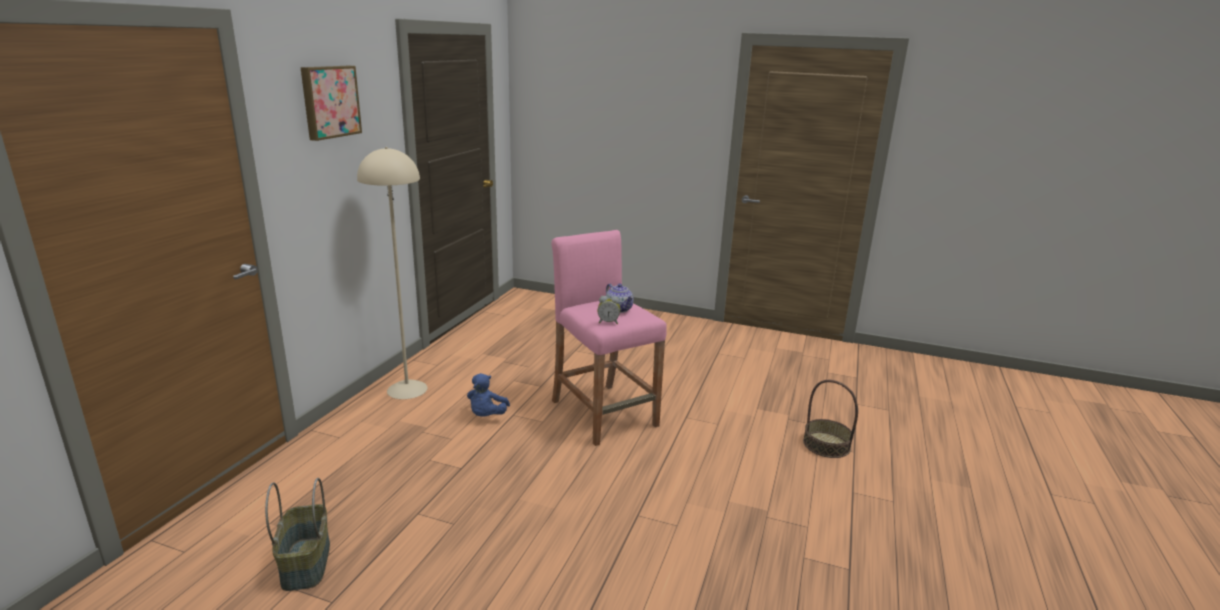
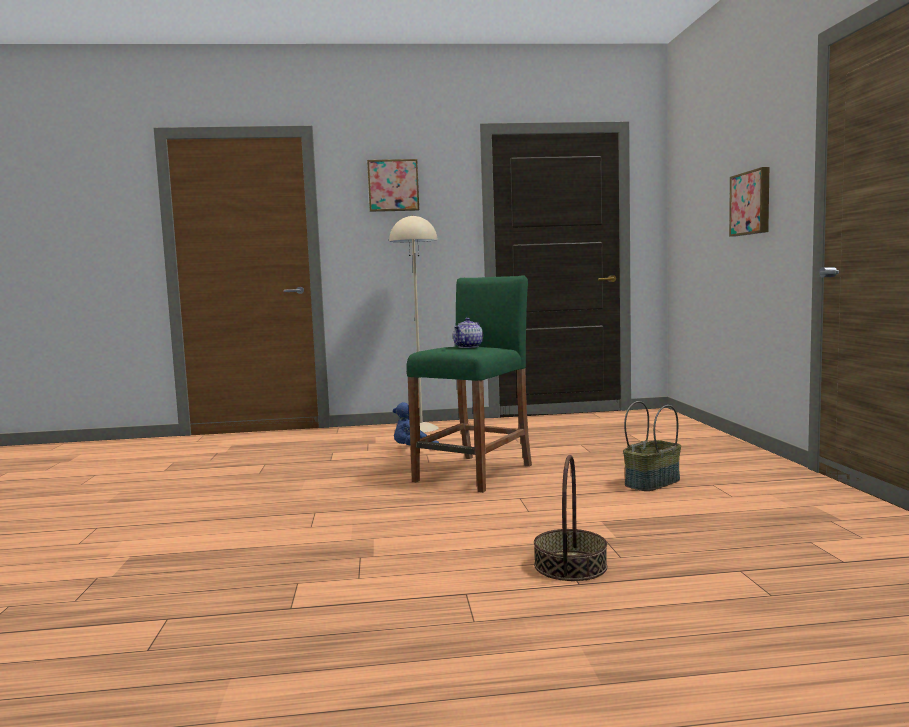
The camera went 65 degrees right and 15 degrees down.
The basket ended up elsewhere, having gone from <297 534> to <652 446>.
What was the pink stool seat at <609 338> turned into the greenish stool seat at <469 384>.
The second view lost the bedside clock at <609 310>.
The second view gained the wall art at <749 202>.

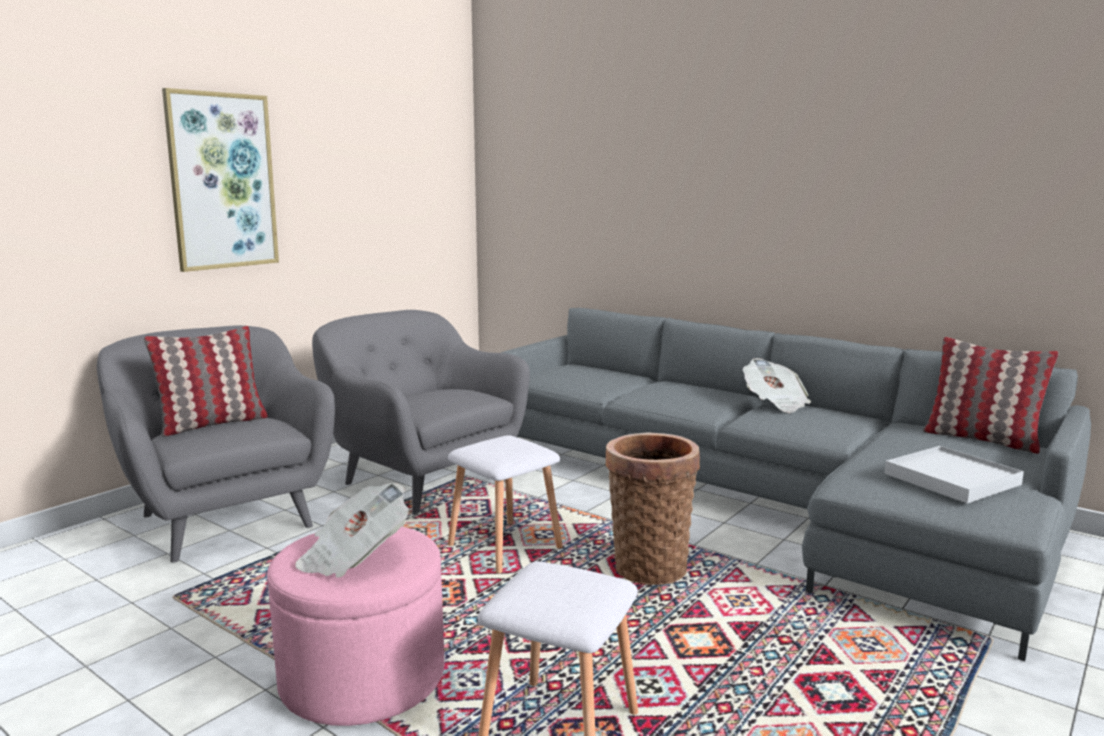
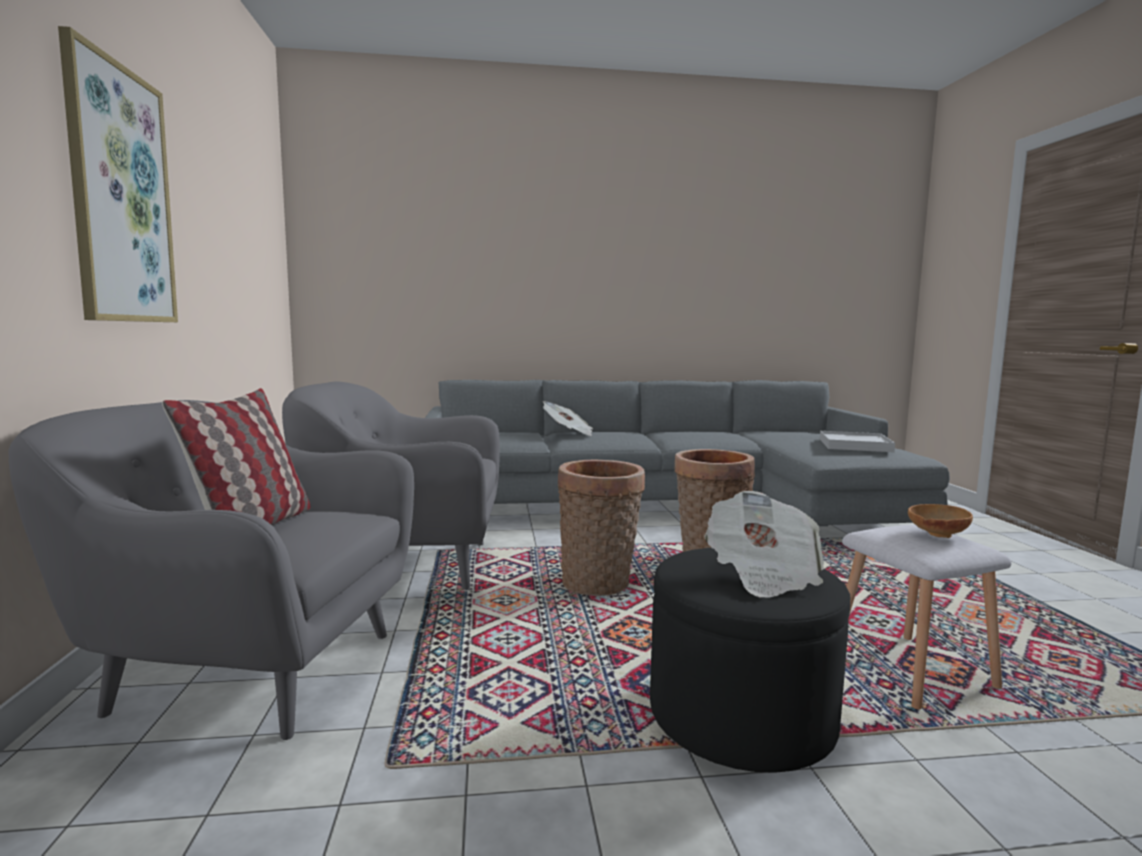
The camera went 45 degrees left and 5 degrees down.
What was the pink ottoman at <355 626> turned into the black-coloured ottoman at <750 660>.
Where the white-coloured stool seat stood at <505 504>, the basket came to stand at <601 528>.
The newspaper ended up elsewhere, having gone from <776 385> to <568 418>.
The second view lost the cushion at <990 395>.
The second view gained the brownish deep dish at <940 521>.

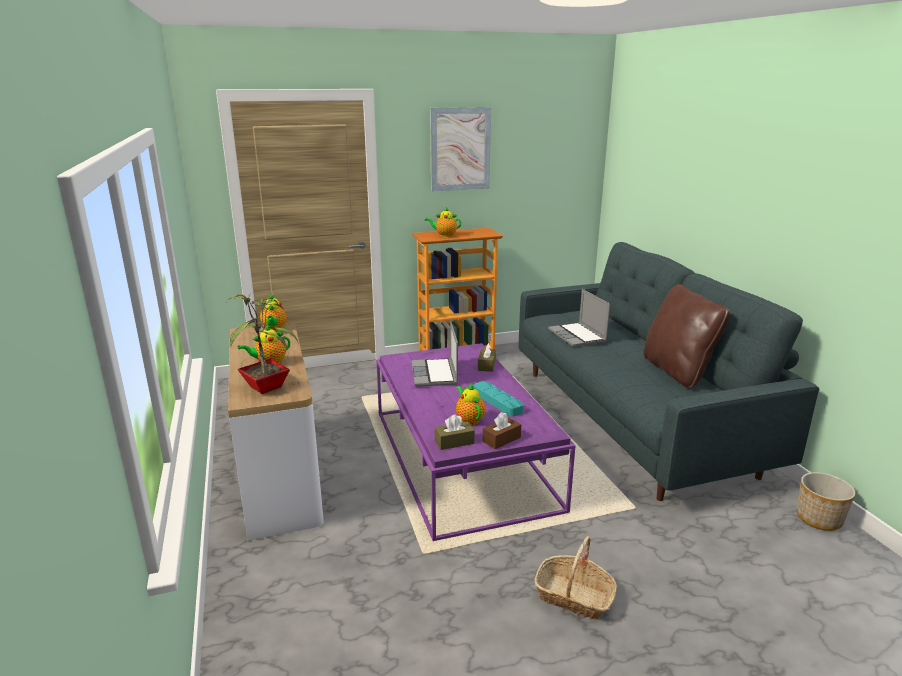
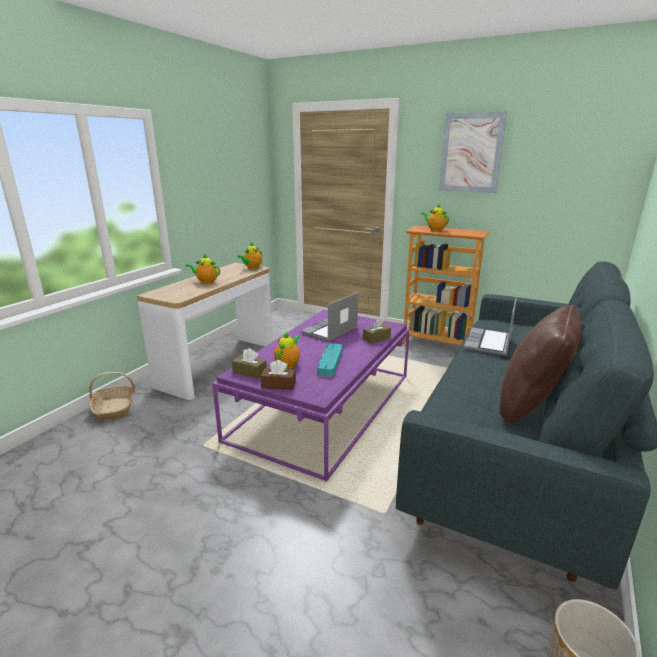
The camera went 45 degrees right and 0 degrees up.
The second view lost the plant in a pot at <262 343>.
The basket ended up elsewhere, having gone from <575 578> to <112 396>.

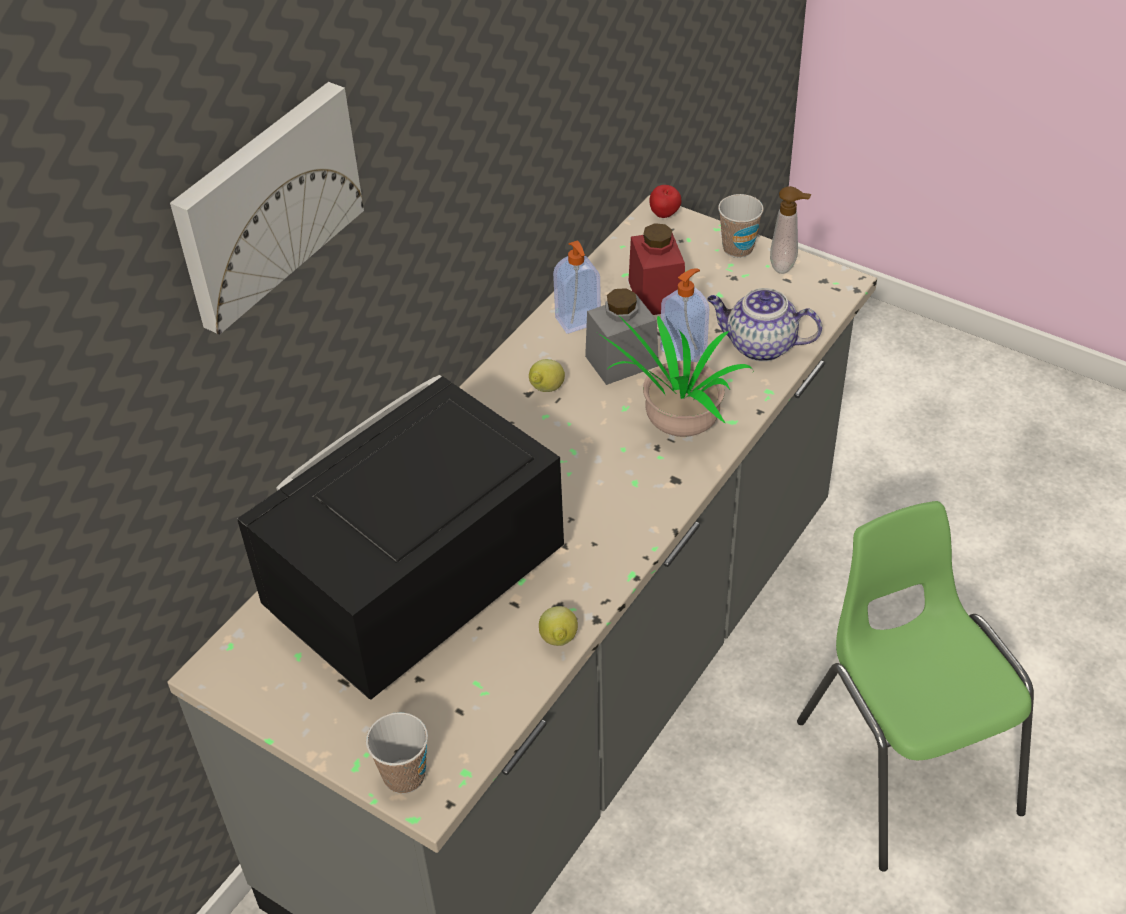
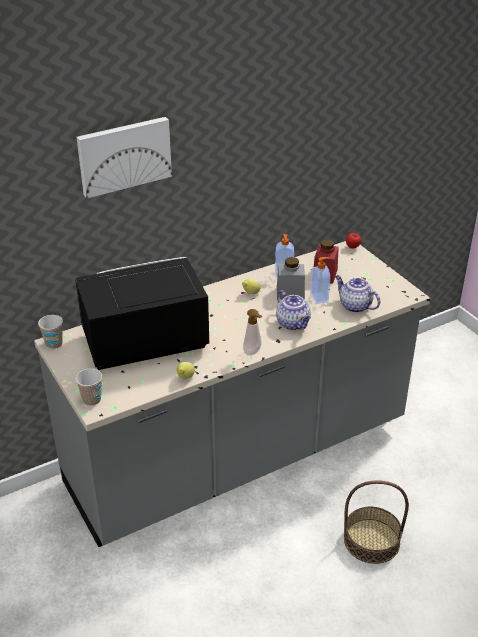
The camera went 25 degrees right and 10 degrees down.
Where the plant in a pot stood at <676 376>, the pot for tea came to stand at <293 310>.
The small cup ended up elsewhere, having gone from <741 226> to <50 332>.
The soap bottle ended up elsewhere, having gone from <790 230> to <252 332>.
Where the greenish chair stood at <915 686>, the basket came to stand at <376 522>.

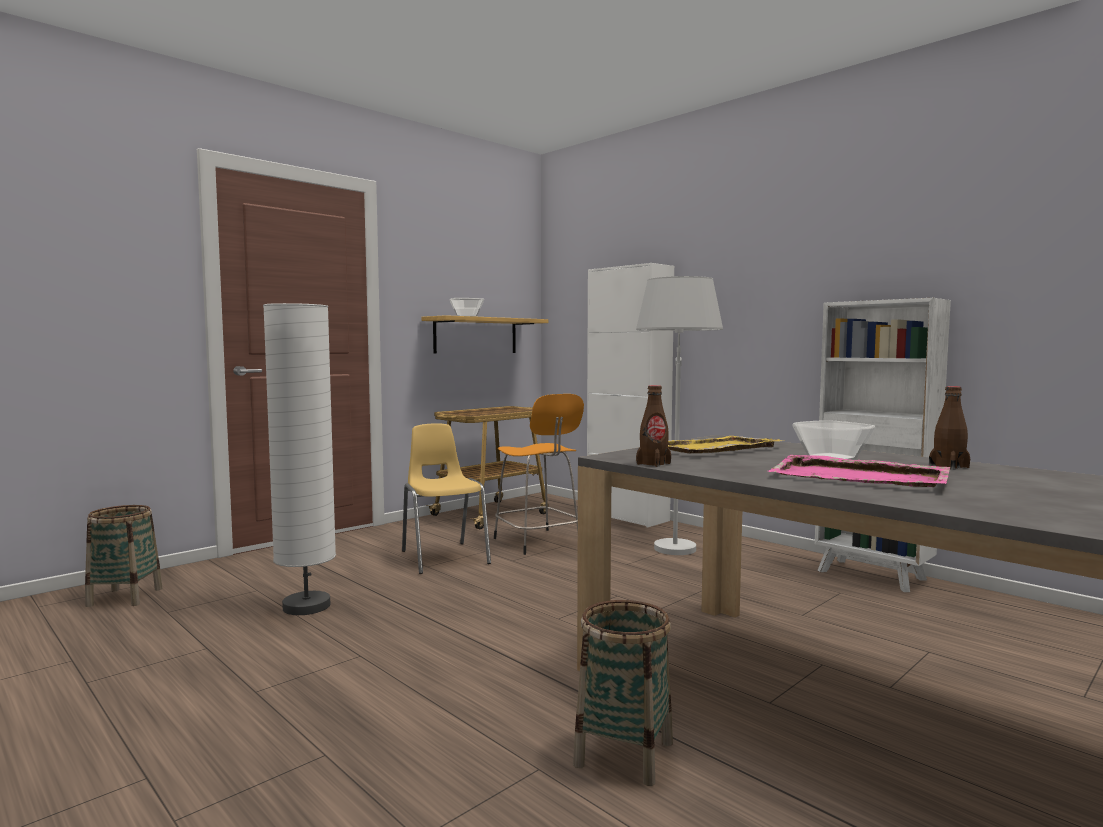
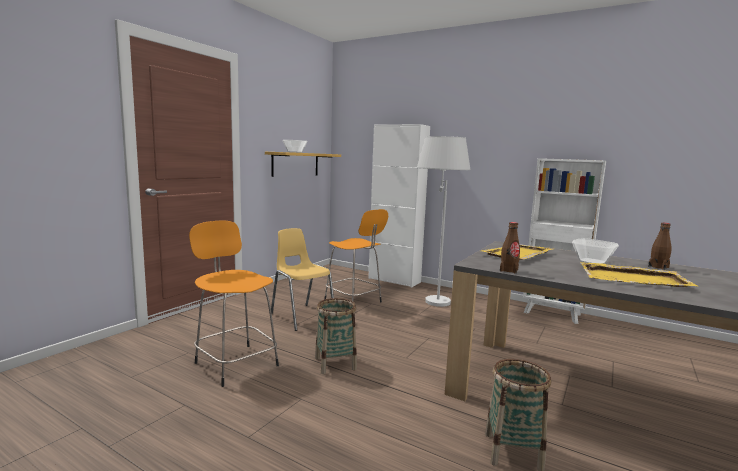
The camera went 15 degrees left and 5 degrees up.
The basket ended up elsewhere, having gone from <123 556> to <336 336>.
Where the white-coloured floor lamp stood at <299 459>, the orange stool seat came to stand at <234 304>.
The second view lost the wheeled cart at <487 467>.
What was the pink serving tray at <859 471> turned into the yellow serving tray at <639 274>.

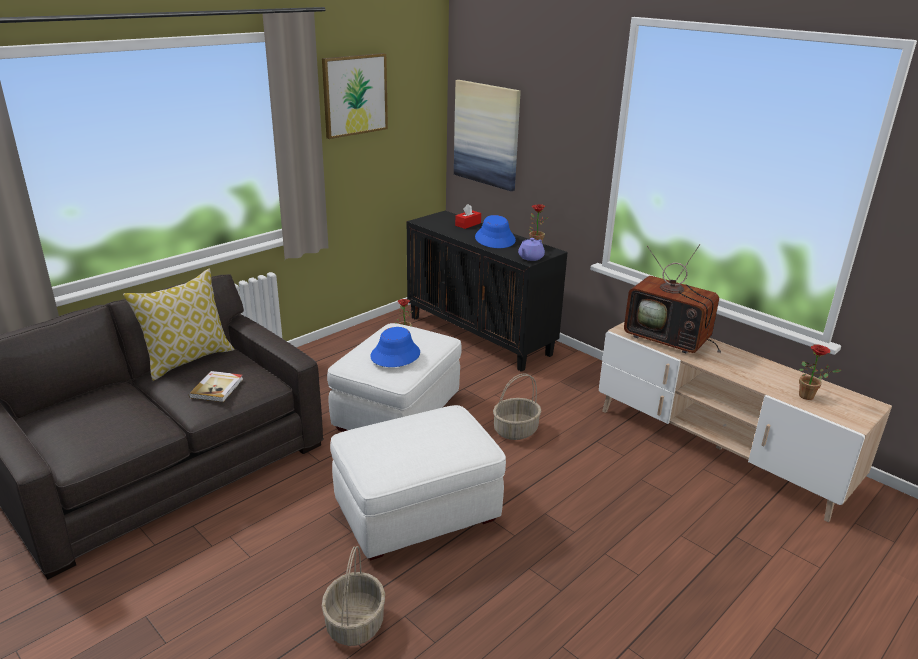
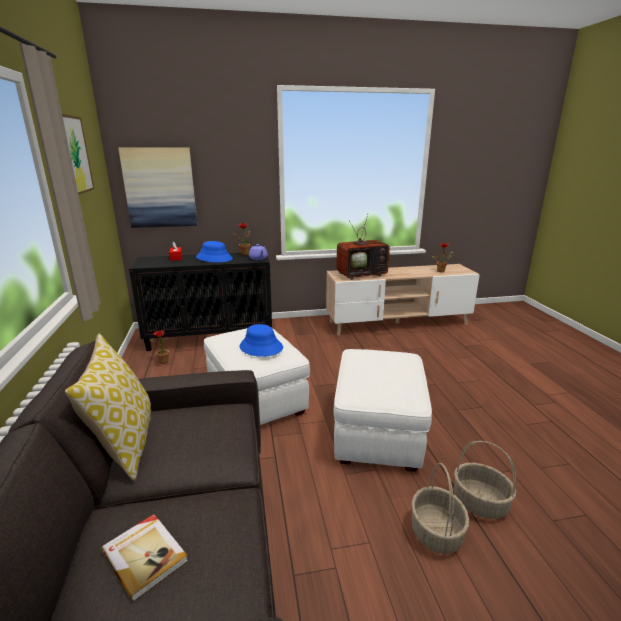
The camera went 55 degrees left and 5 degrees down.
The bound book ended up elsewhere, having gone from <216 386> to <144 558>.
The basket ended up elsewhere, having gone from <517 406> to <440 508>.

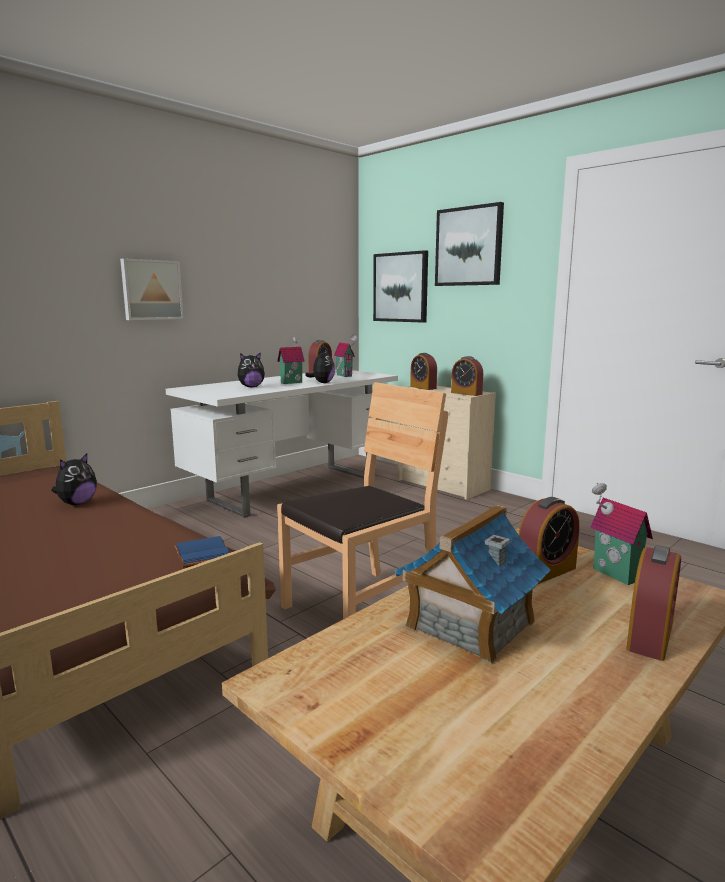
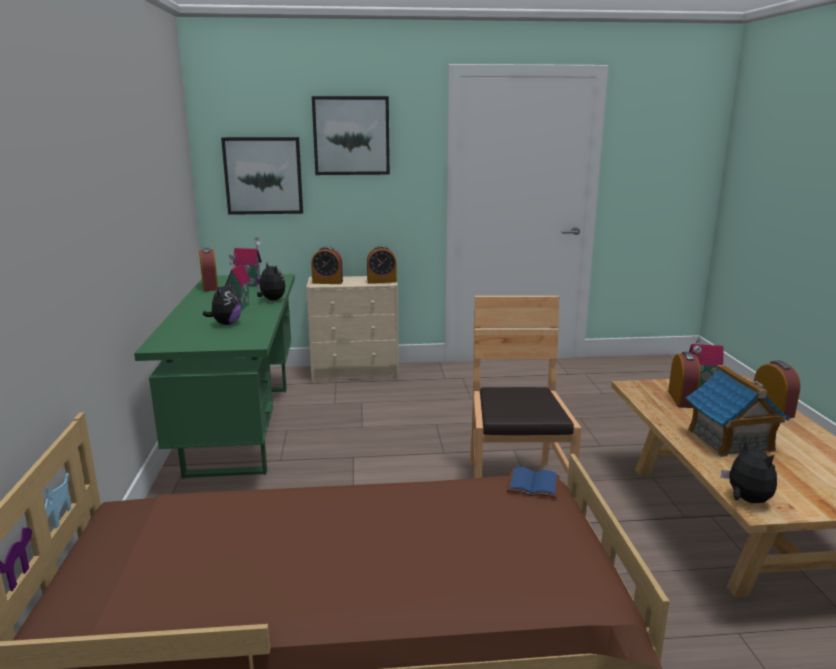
The camera went 50 degrees left and 5 degrees up.
The plush toy ended up elsewhere, having gone from <74 479> to <749 471>.
The second view lost the wall art at <152 289>.
What was the white-coloured desk table at <282 444> turned into the greenish desk table at <214 376>.

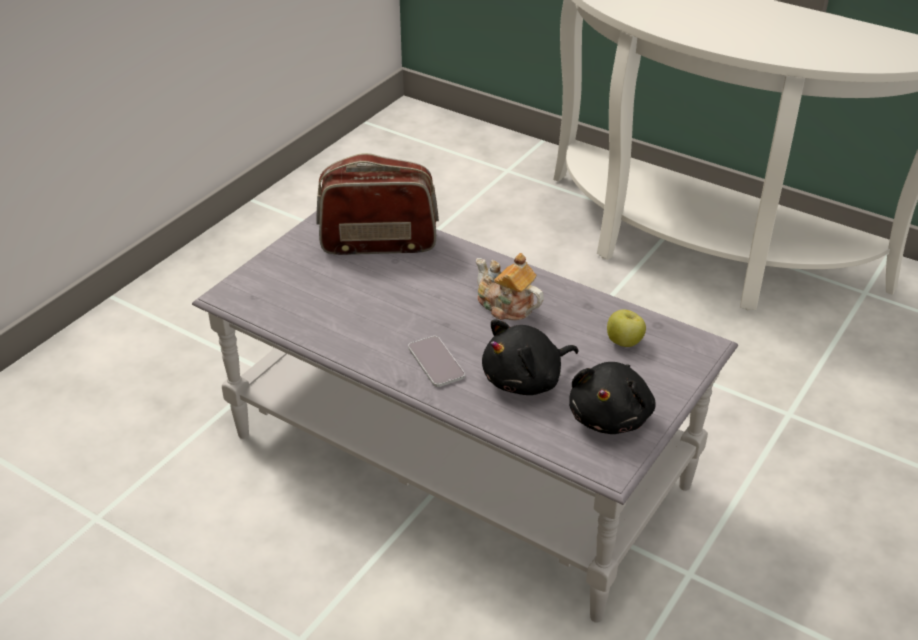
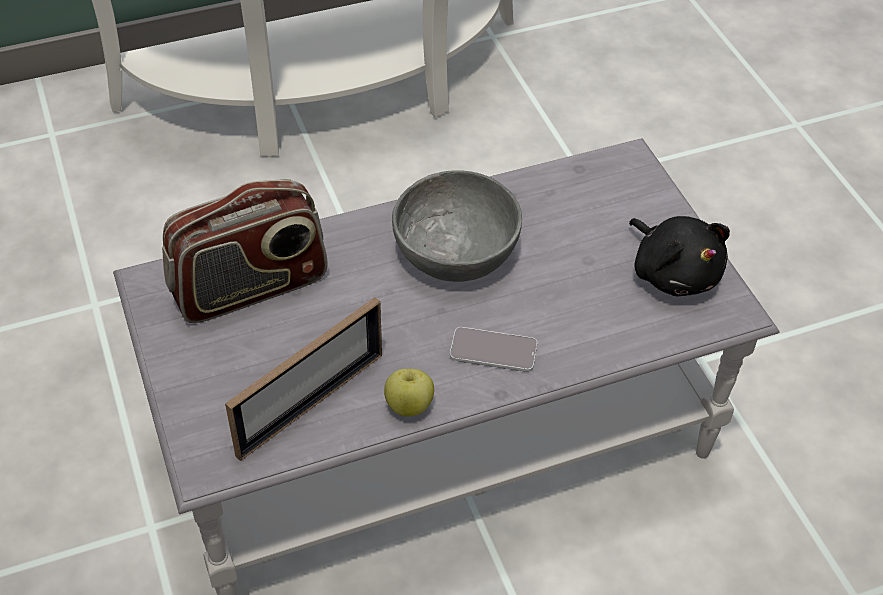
The camera went 55 degrees left and 10 degrees up.
The radio set at <377 204> ended up facing another way, 150 degrees counterclockwise from before.
Where the pot for tea stood at <510 286>, the grey deep dish came to stand at <457 226>.
The second view lost the black-coloured plush toy at <530 357>.
The apple fruit ended up elsewhere, having gone from <626 328> to <409 392>.
The second view gained the photo frame at <303 379>.

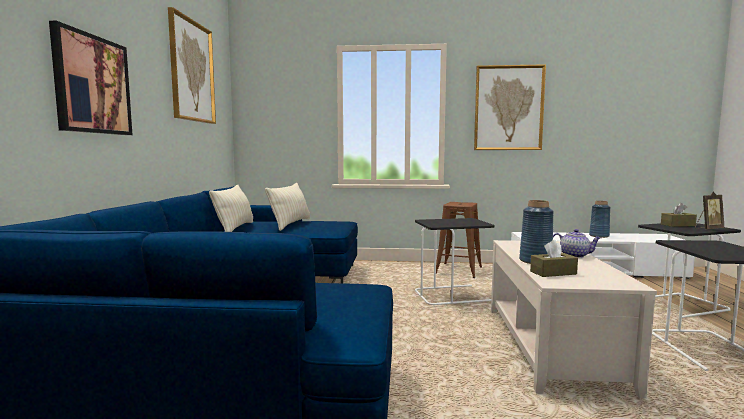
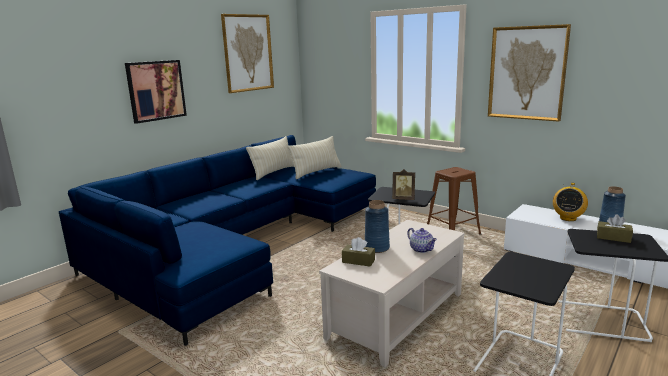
The camera went 35 degrees right and 10 degrees up.
The photo frame ended up elsewhere, having gone from <709 210> to <403 184>.
The second view gained the radio set at <570 202>.

